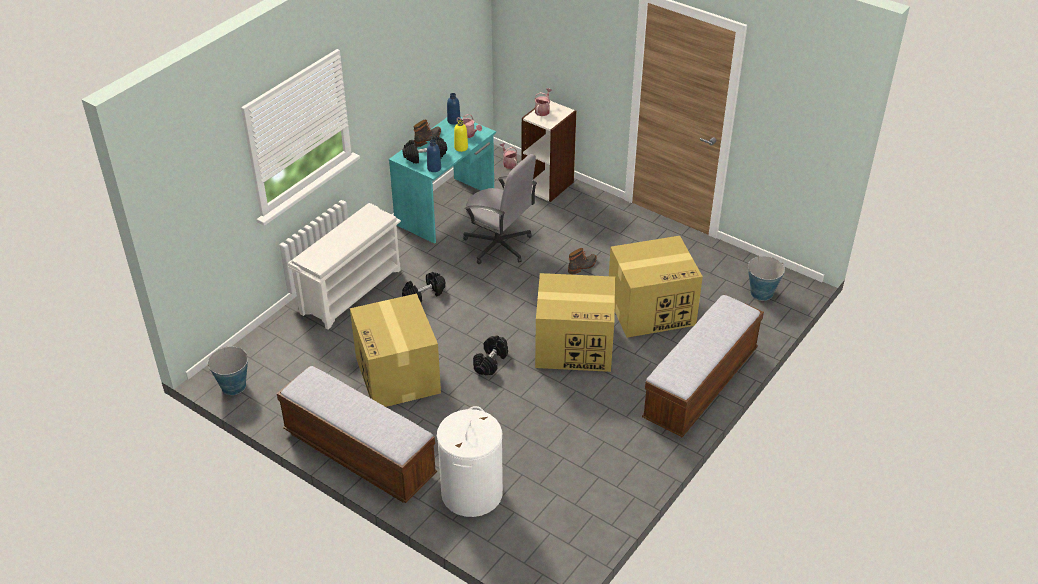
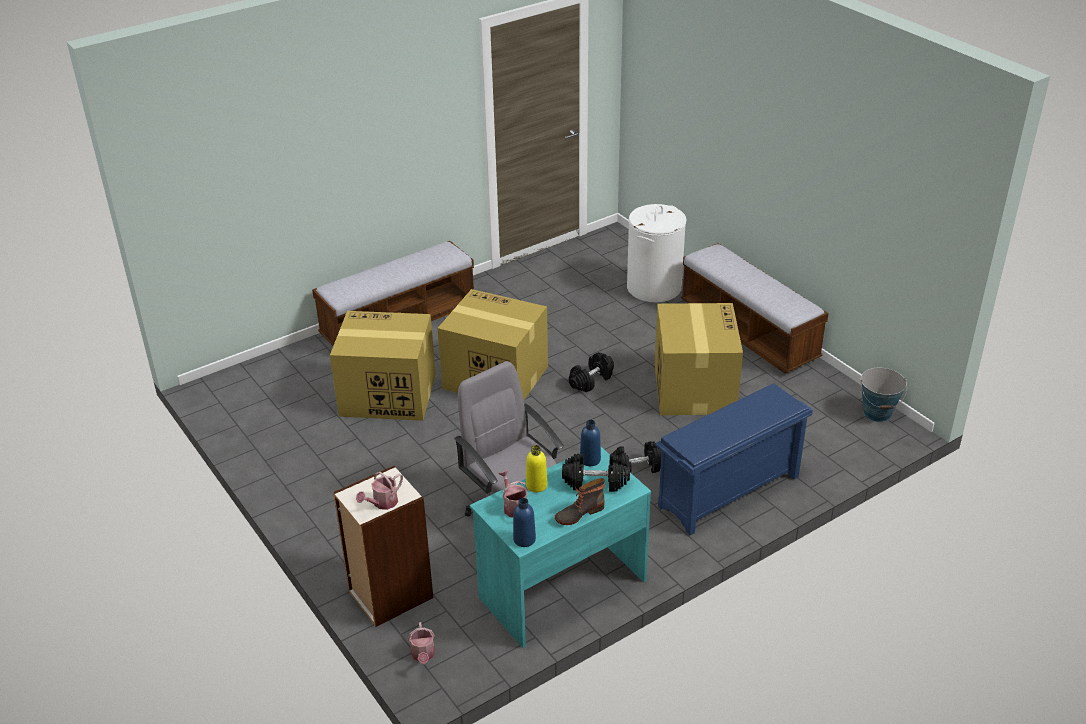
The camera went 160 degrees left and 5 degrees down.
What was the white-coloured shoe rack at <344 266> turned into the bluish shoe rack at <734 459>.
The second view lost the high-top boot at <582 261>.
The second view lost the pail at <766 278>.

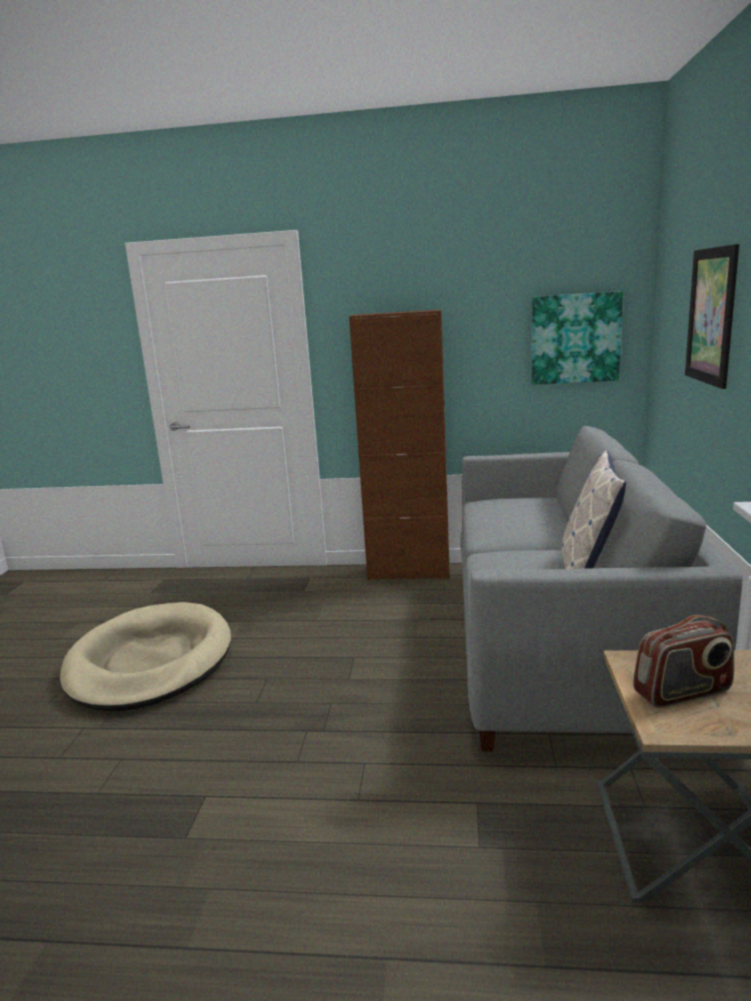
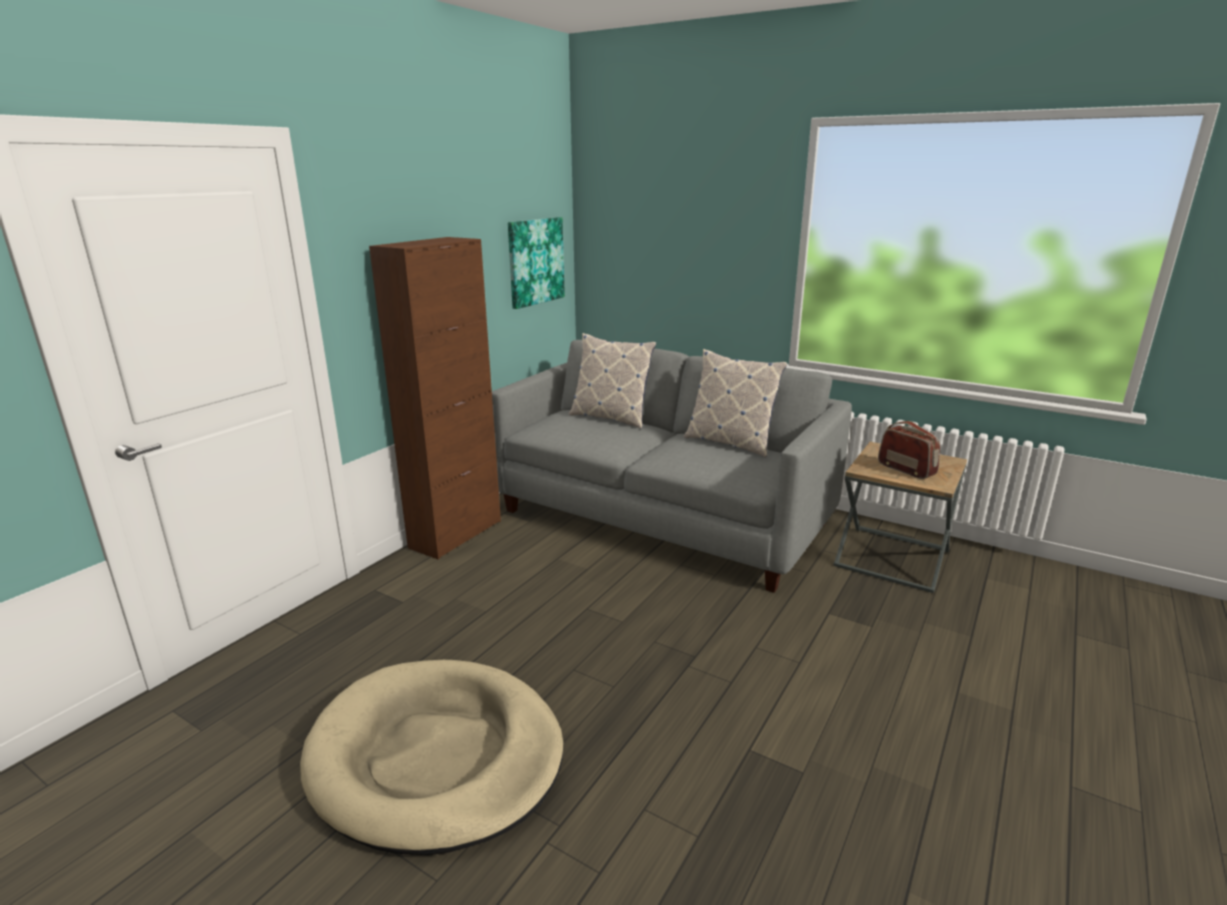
The camera went 65 degrees left and 5 degrees up.
The radio set at <683 661> ended up facing another way, 45 degrees counterclockwise from before.
The second view lost the wall art at <712 316>.
The second view gained the cushion at <612 381>.

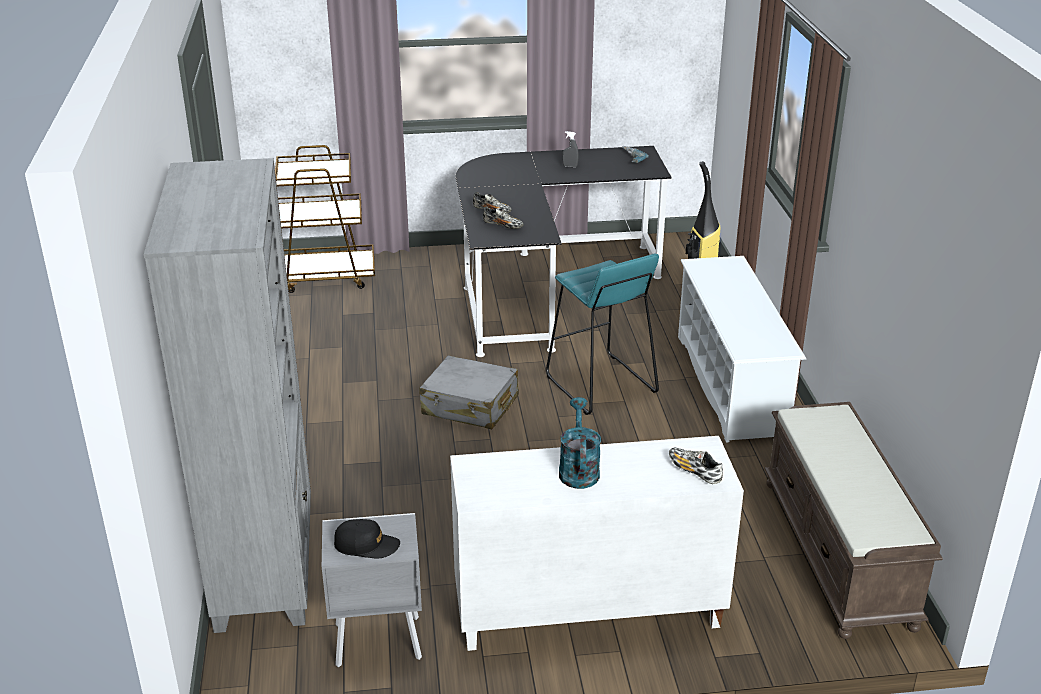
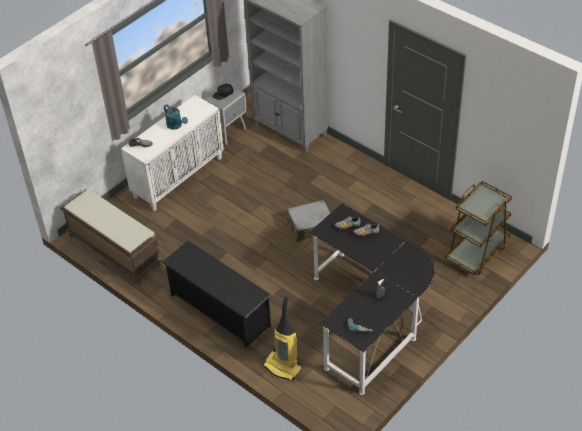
The camera went 140 degrees right and 15 degrees up.
The second view lost the blue-green stool seat at <602 334>.
What was the white-coloured shoe rack at <742 349> turned into the black-coloured shoe rack at <216 294>.

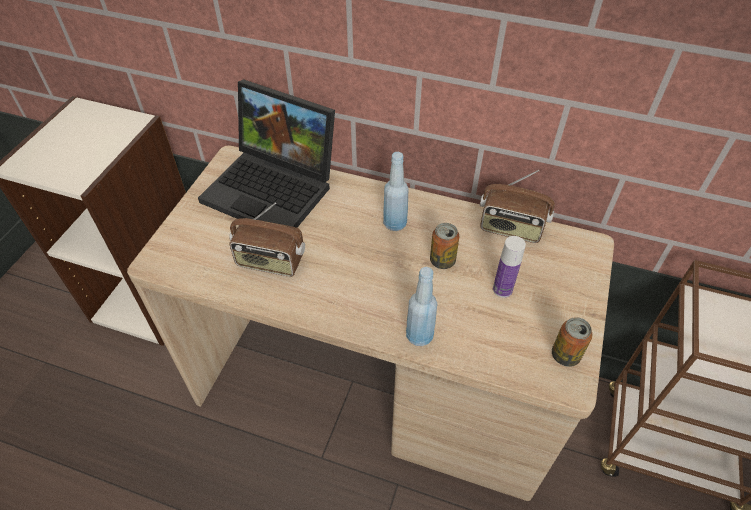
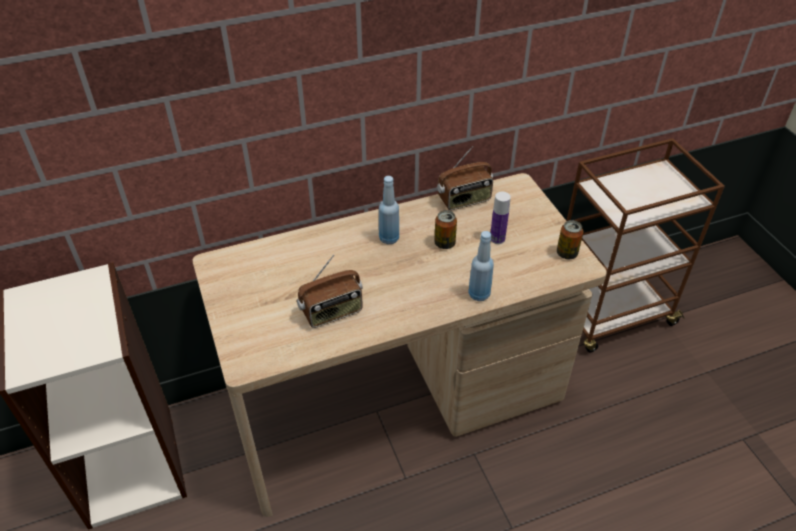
The camera went 40 degrees left and 5 degrees down.
The second view lost the portable computer at <266 153>.

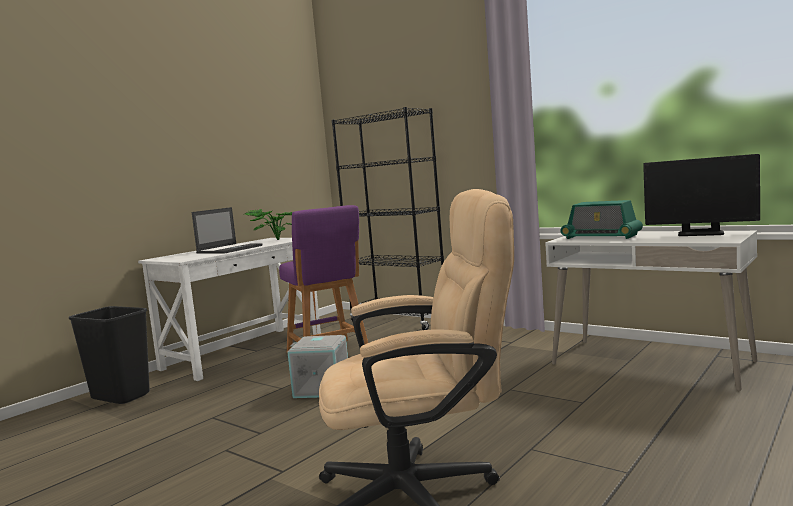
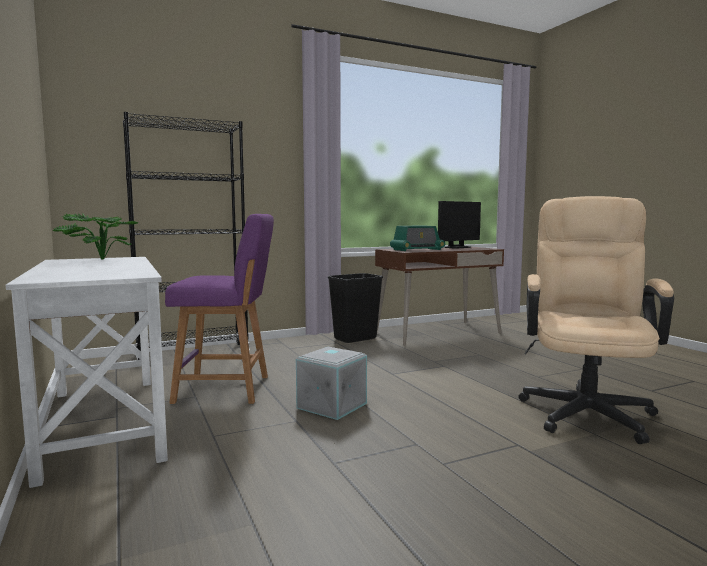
The camera went 65 degrees left and 0 degrees up.
The black-coloured rubbish bin ended up elsewhere, having gone from <109 355> to <355 308>.
The second view lost the portable computer at <227 230>.
What was the white-coloured desk table at <651 311> turned into the brownish desk table at <439 296>.

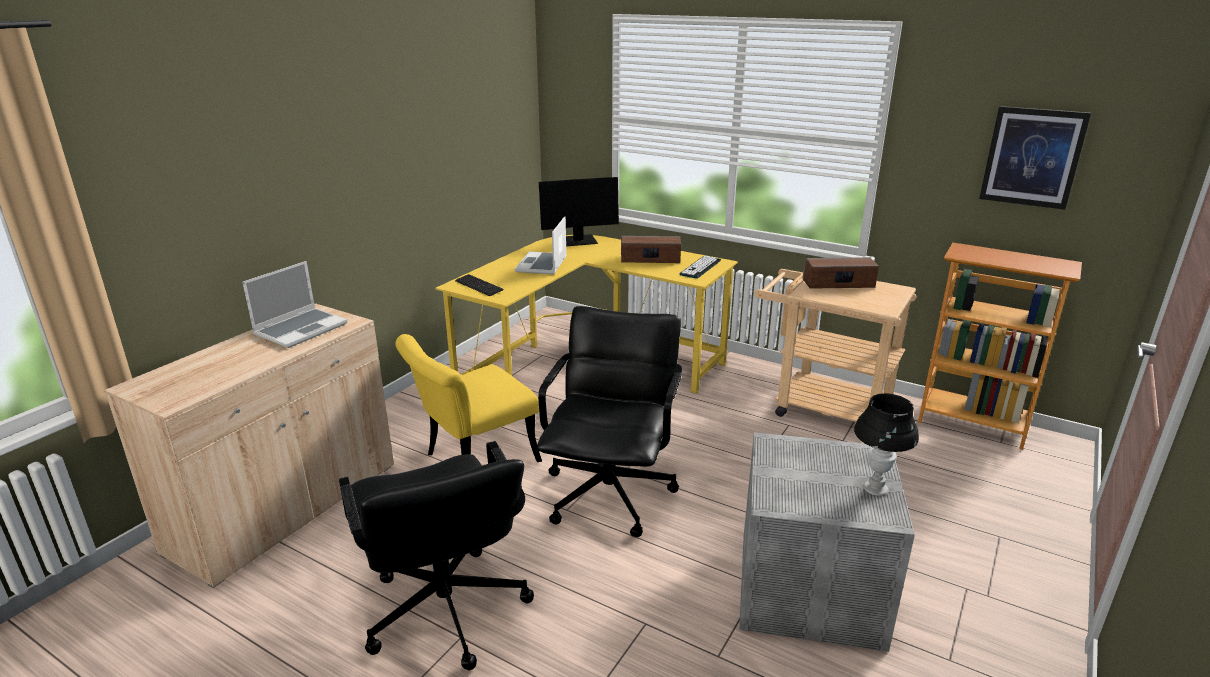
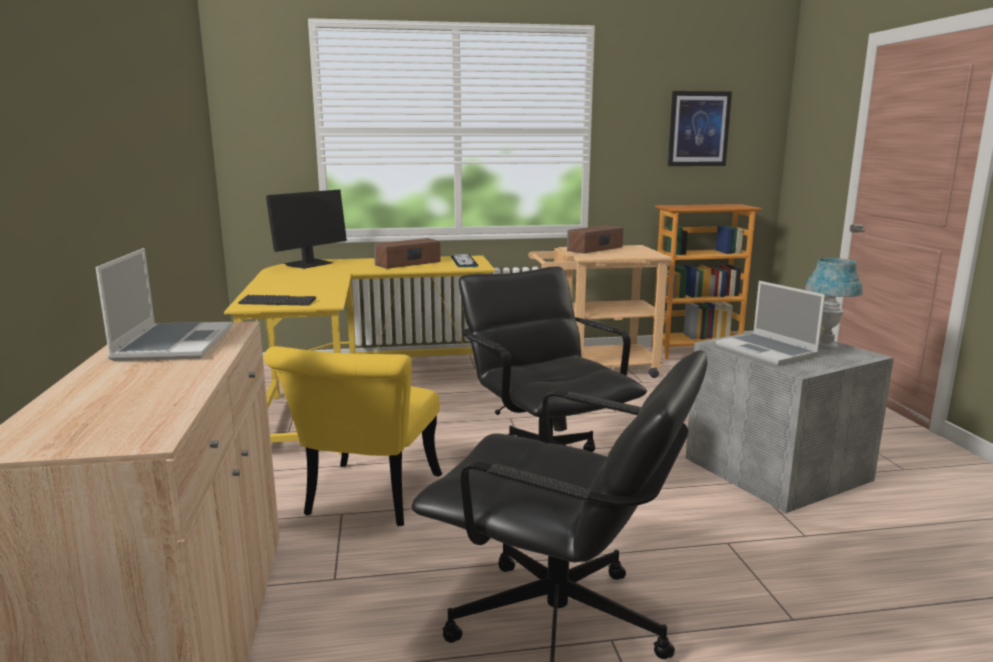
The camera went 40 degrees left and 10 degrees down.
The portable computer ended up elsewhere, having gone from <541 245> to <770 323>.
What was the black-coloured lamp for a table at <886 444> turned into the bluish lamp for a table at <834 303>.

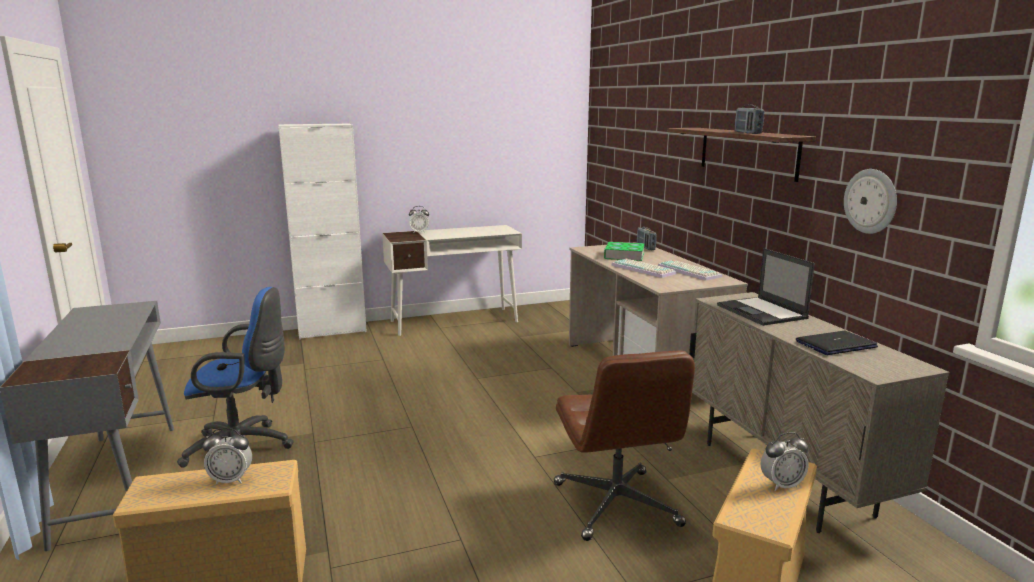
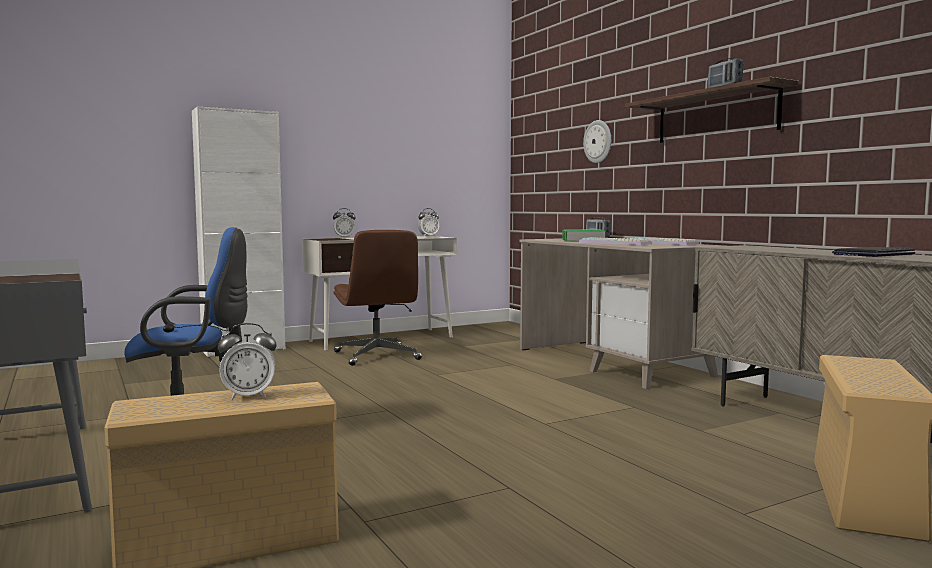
The camera went 10 degrees left and 10 degrees down.
The brownish computer chair ended up elsewhere, having gone from <624 445> to <377 298>.
The second view lost the portable computer at <766 287>.
The bedside clock ended up elsewhere, having gone from <784 461> to <428 222>.
The clock on the wall ended up elsewhere, having gone from <870 201> to <597 141>.

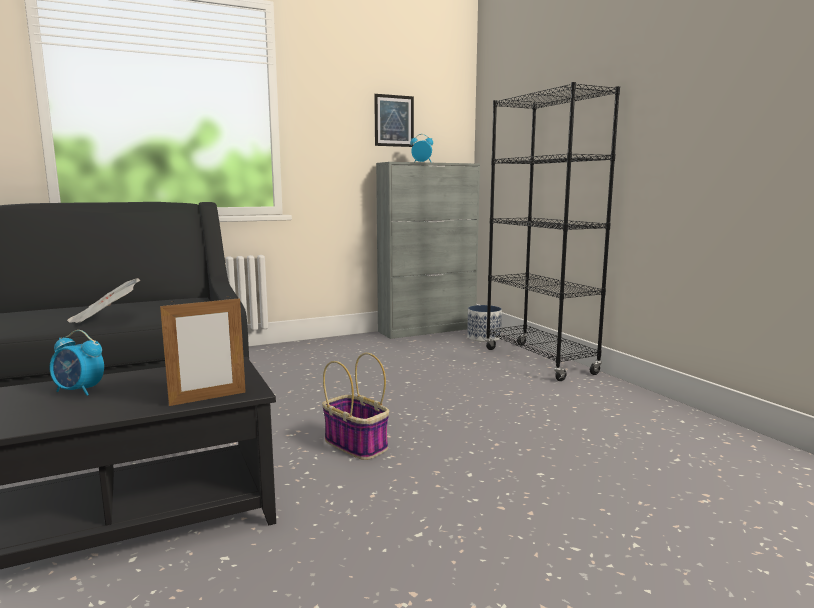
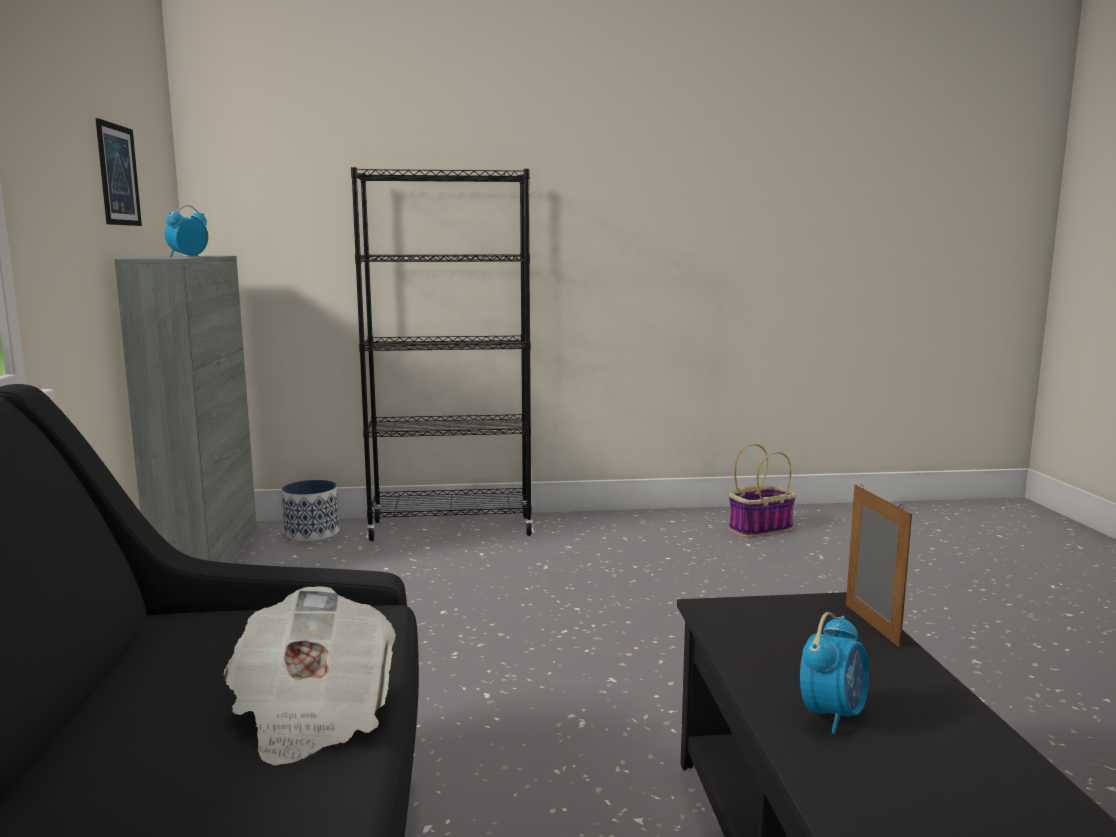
The camera went 70 degrees left and 0 degrees up.
The basket ended up elsewhere, having gone from <355 406> to <762 490>.

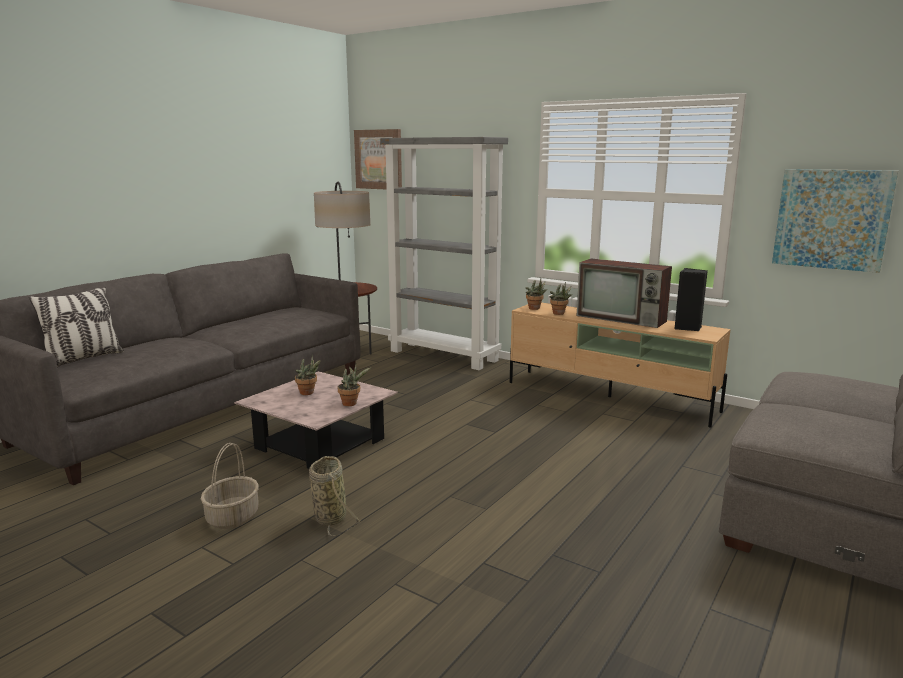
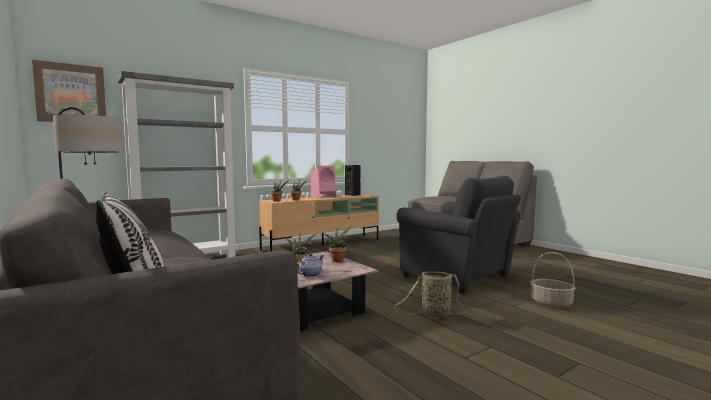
The camera went 70 degrees left and 10 degrees down.
The basket ended up elsewhere, having gone from <230 486> to <553 280>.
Where the television stood at <624 293>, the pink loudspeaker came to stand at <323 182>.
The second view lost the wall art at <835 221>.
The second view gained the pot for tea at <310 265>.
The second view gained the grey easy chair at <458 235>.

